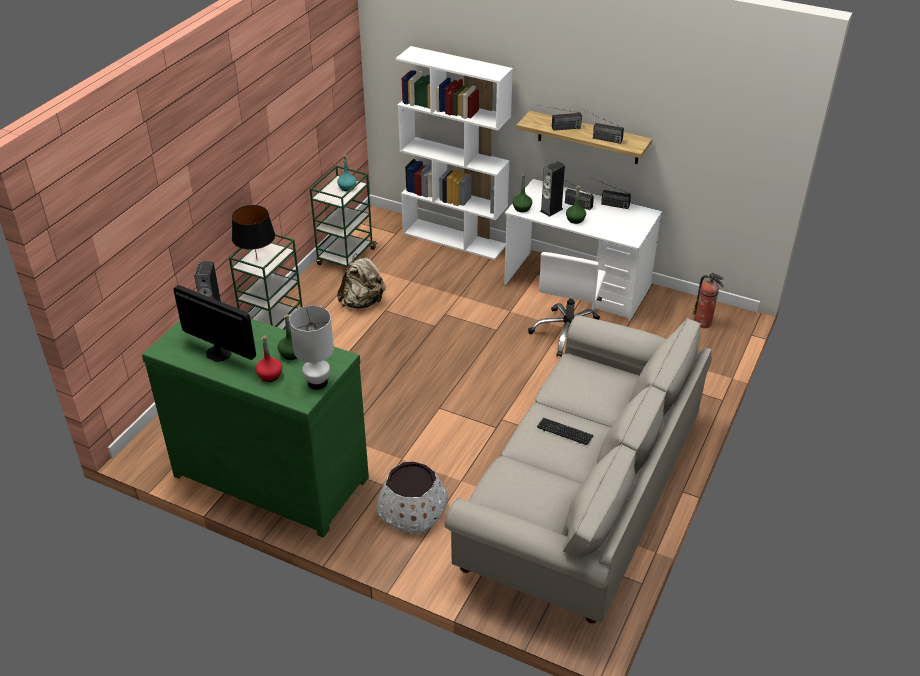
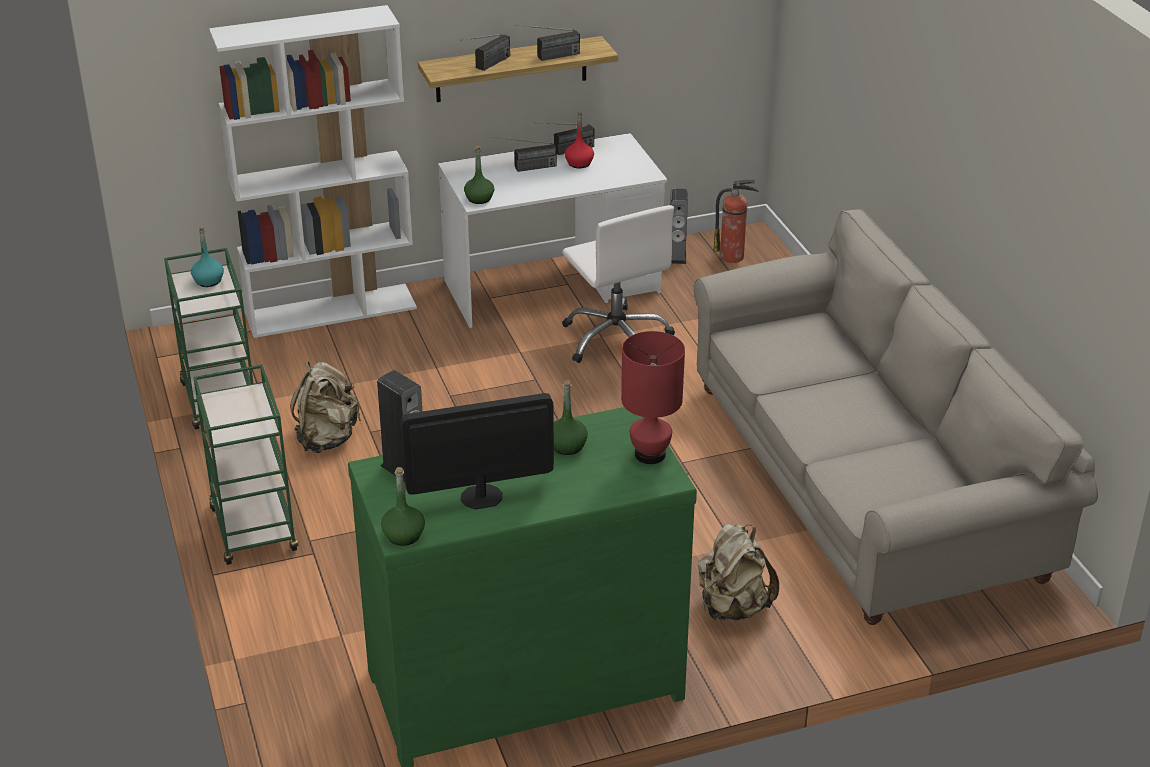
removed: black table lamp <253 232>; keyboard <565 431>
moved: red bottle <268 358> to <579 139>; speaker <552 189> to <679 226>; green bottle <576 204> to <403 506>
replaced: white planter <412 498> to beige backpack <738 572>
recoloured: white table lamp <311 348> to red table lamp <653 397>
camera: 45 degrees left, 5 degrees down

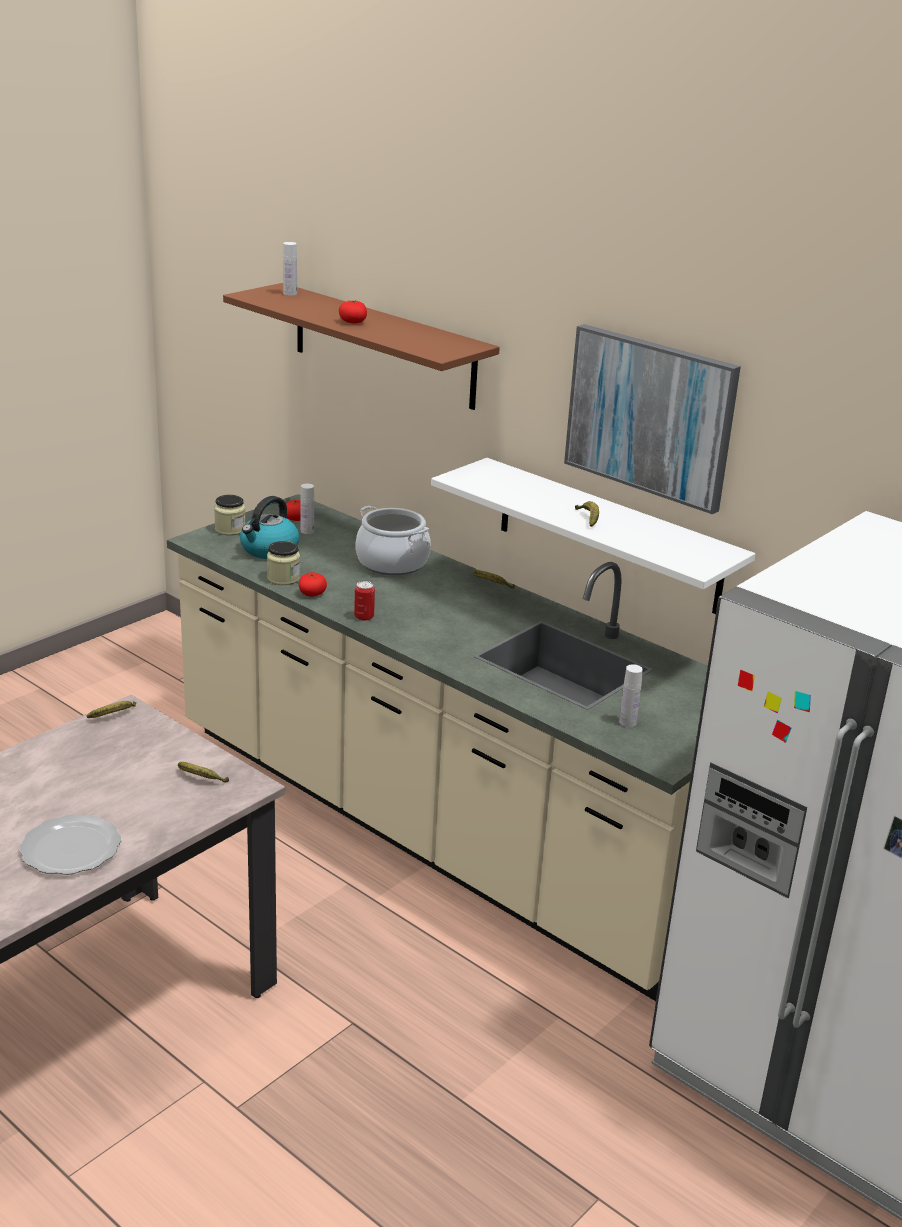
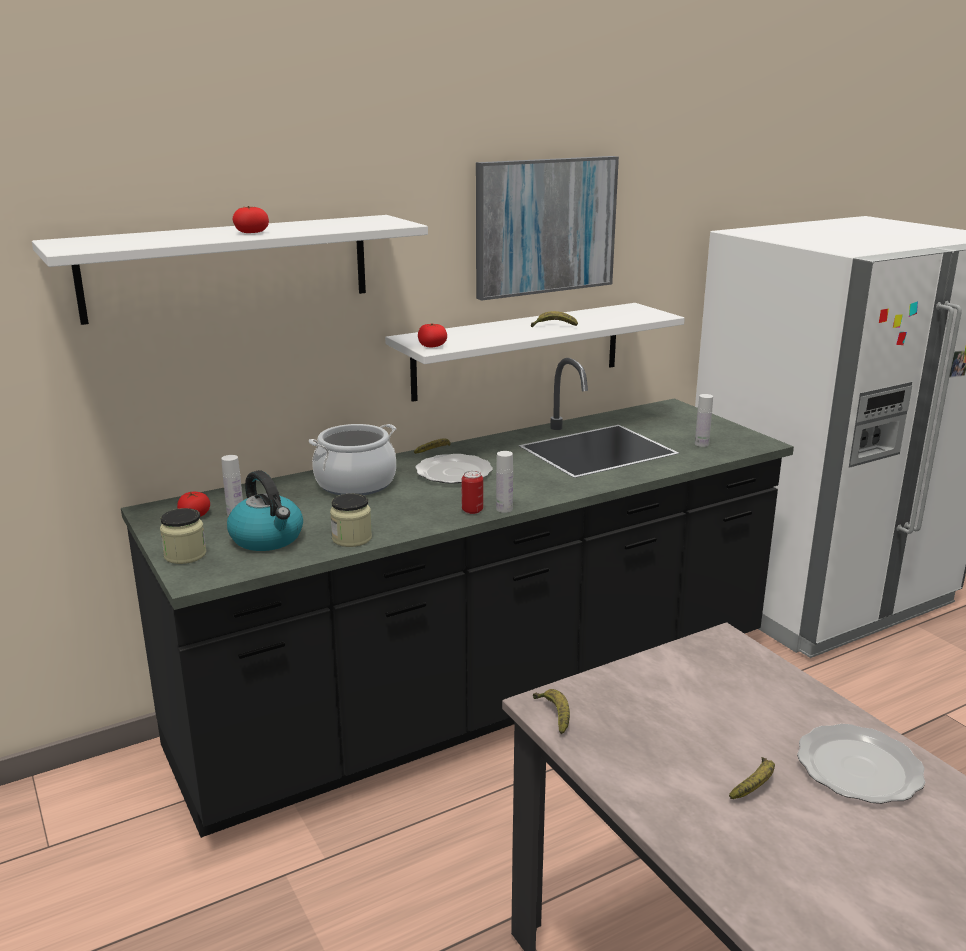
added: plate <454 469>
moved: banana <203 772> to <752 778>; white bottle <290 269> to <504 482>; tomato <313 584> to <432 335>
recoloured: beige counter <437 747> to black counter <457 598>; brown shelf <361 346> to white shelf <230 270>
camera: 70 degrees left, 5 degrees down

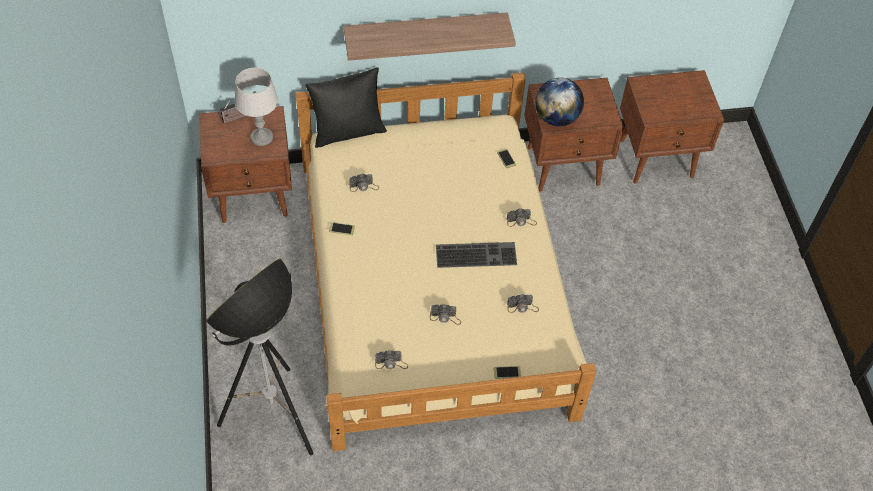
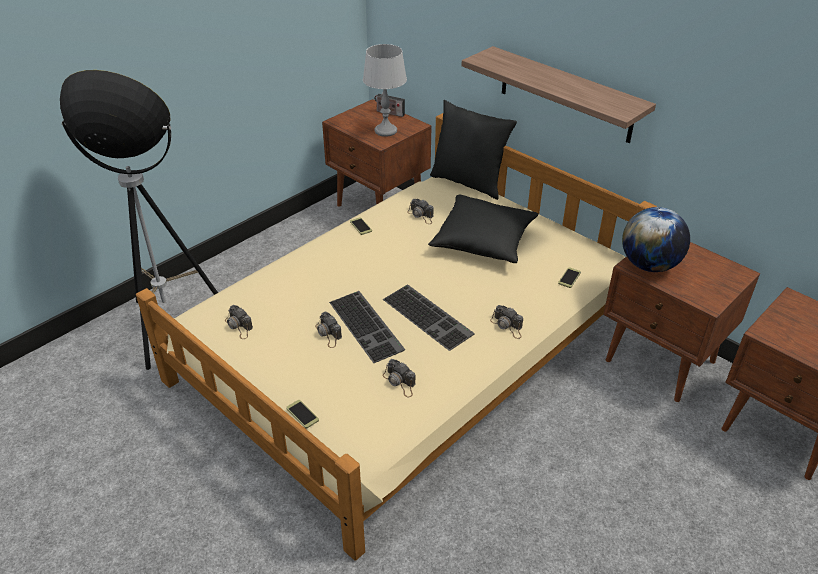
added: keyboard <367 327>; black pillow <483 229>
camera: 55 degrees right, 15 degrees down

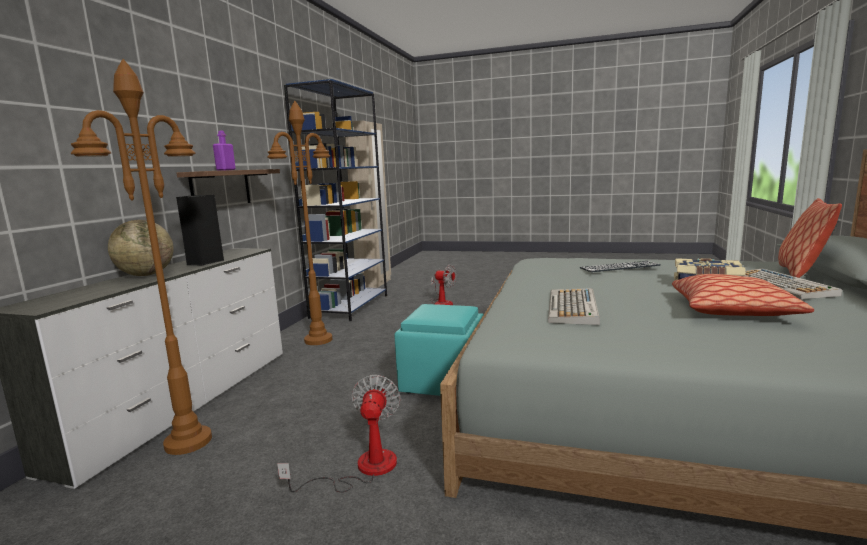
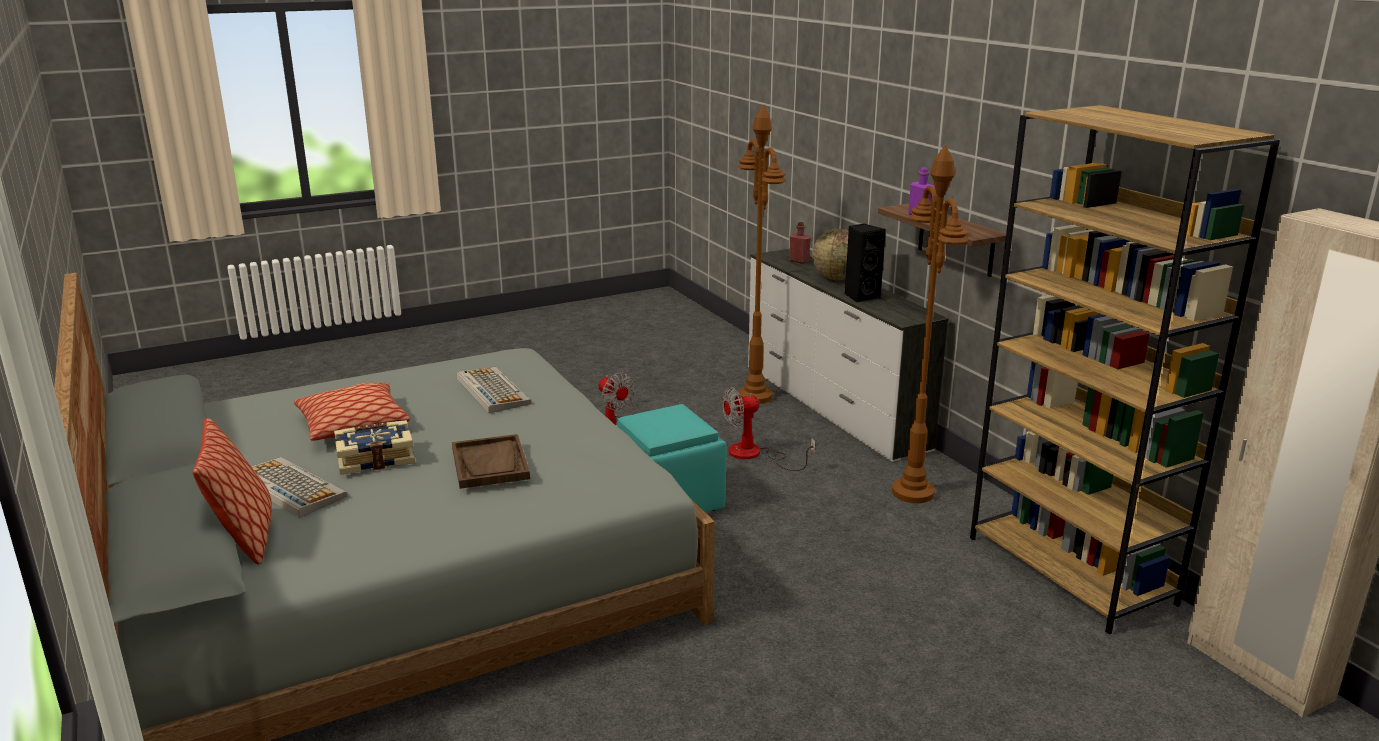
added: red bottle <800 243>
moved: fan <443 284> to <769 429>
replaced: keyboard <620 266> to brown tray <491 461>
recoloured: blue bookcase <335 200> to brown bookcase <1125 369>
camera: 135 degrees right, 10 degrees up

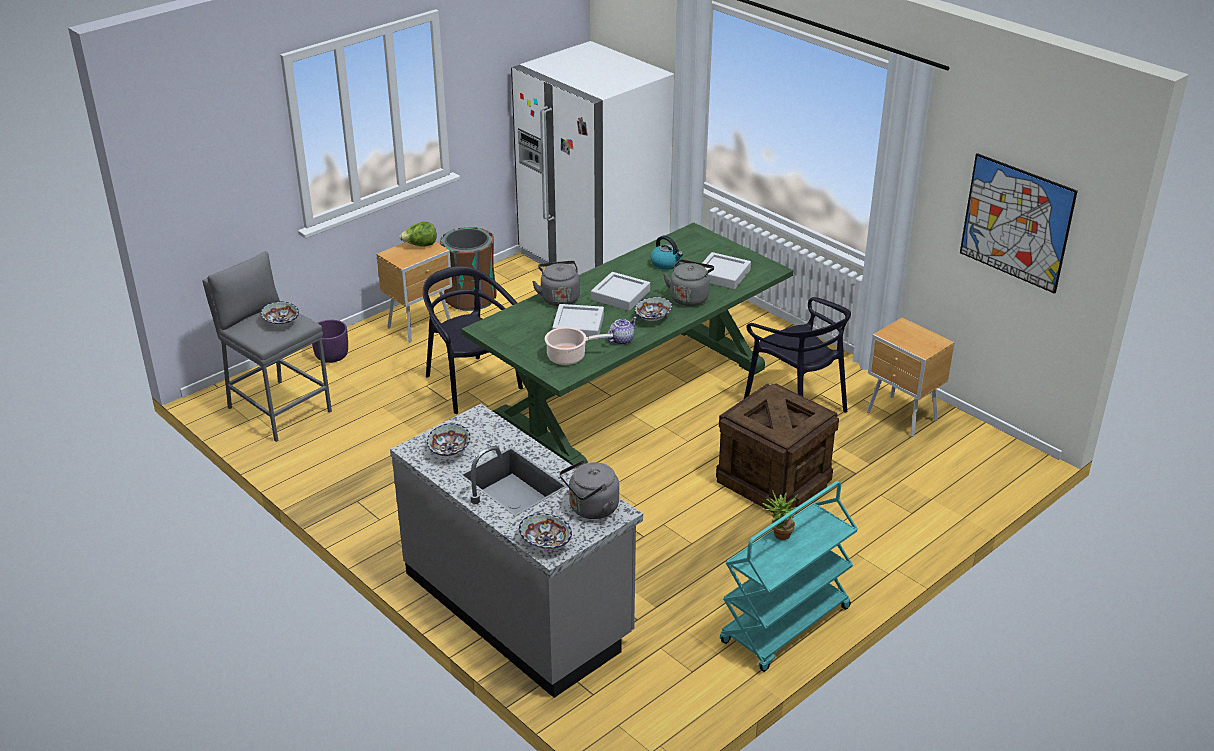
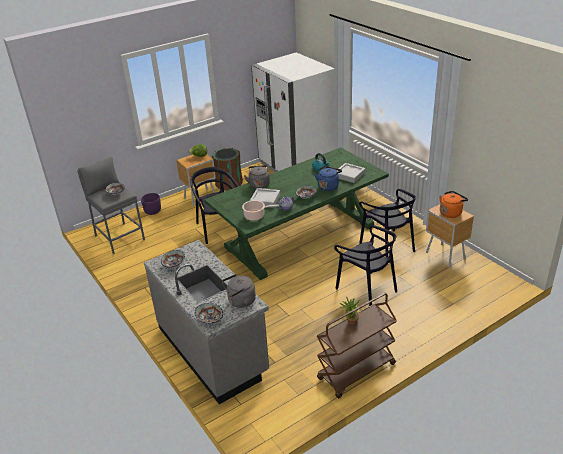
removed: grey tray <620 291>; picture <1019 223>
added: orange kettle <454 204>
replaced: crate <777 448> to black chair <365 265>
recoloured: grey kettle <688 282> to blue kettle <328 178>; turquoise cart <789 576> to brown cart <357 345>
camera: 10 degrees right, 0 degrees up

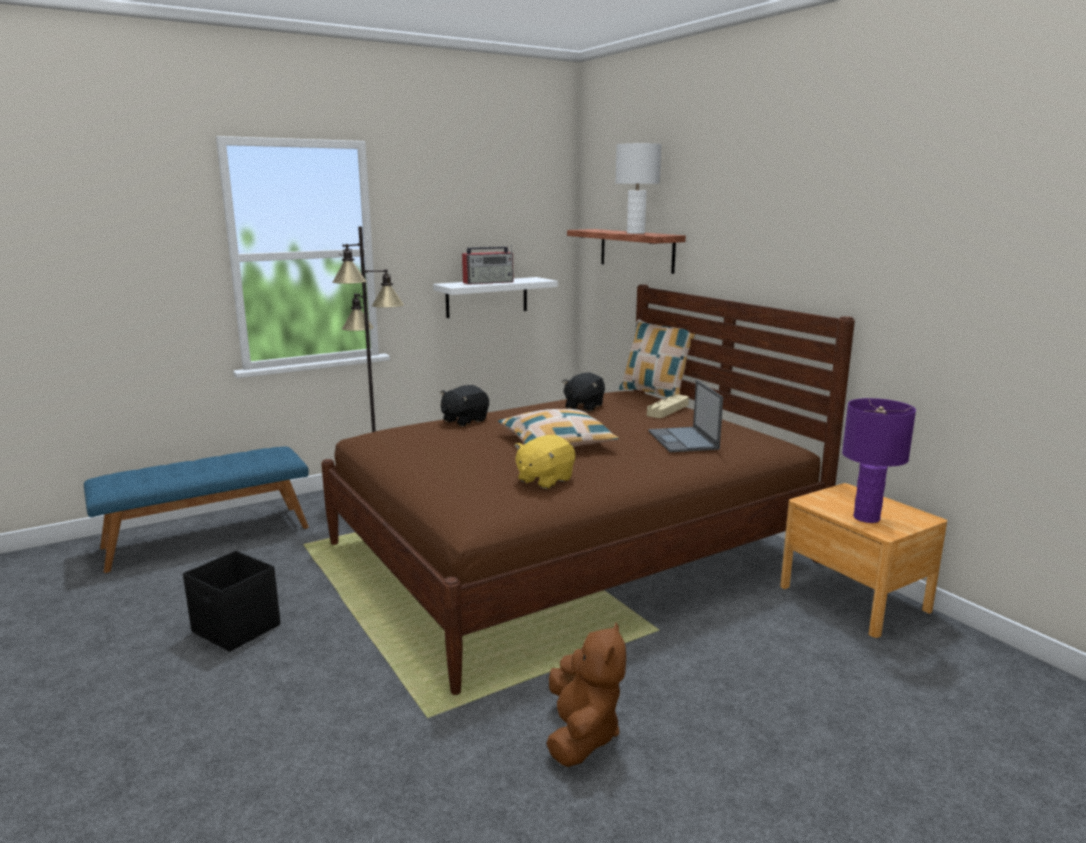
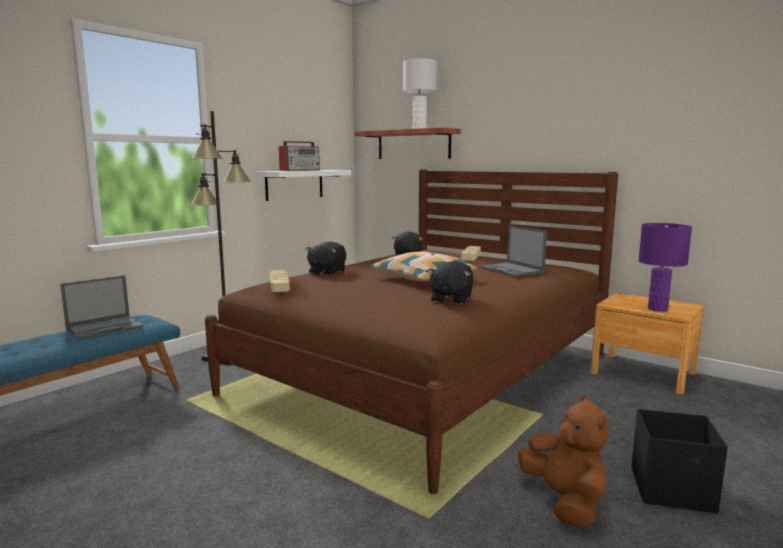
removed: pillow <657 358>
added: laptop <102 307>; beige tray <280 281>
moved: black storage box <232 601> to <680 461>
recoloured: yellow plush toy <544 462> to black plush toy <450 283>
camera: 20 degrees left, 5 degrees down

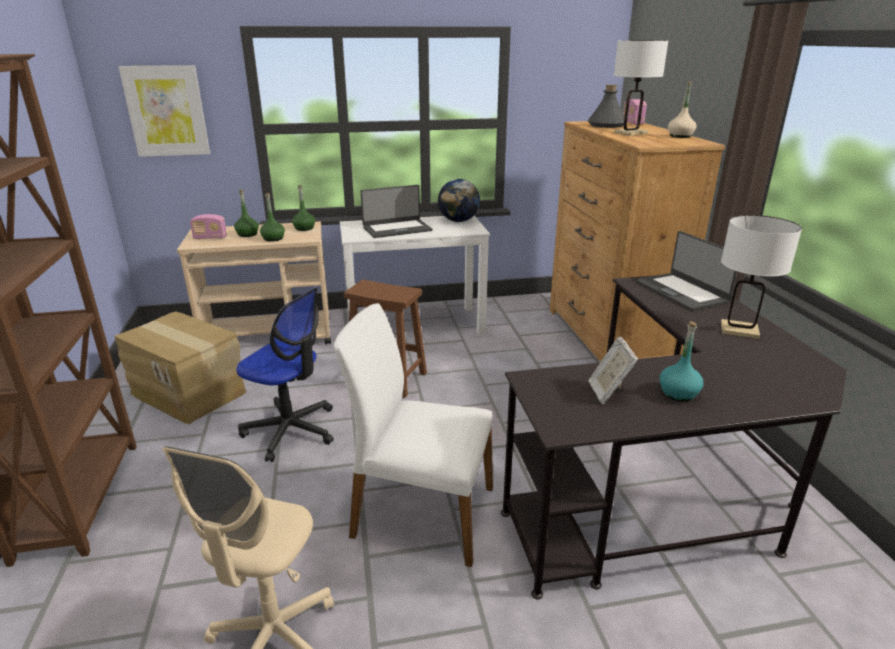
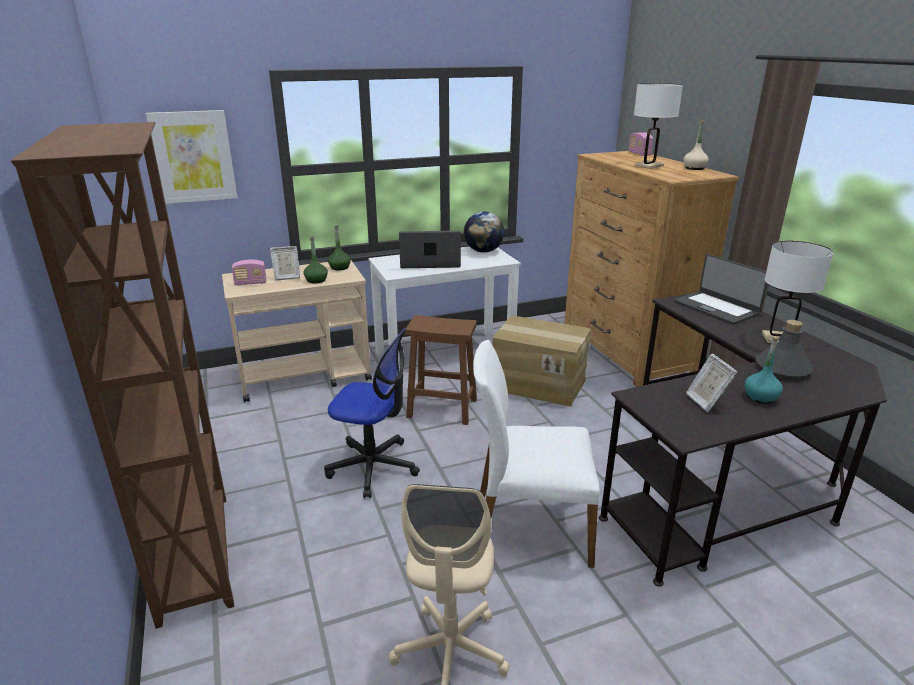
moved: cardboard box <180 368> to <542 361>; grey bottle <606 106> to <784 349>
replaced: green bottle <246 213> to picture frame <285 263>
turned: laptop <396 211> = <430 249> 150 degrees counterclockwise
camera: 10 degrees left, 0 degrees up

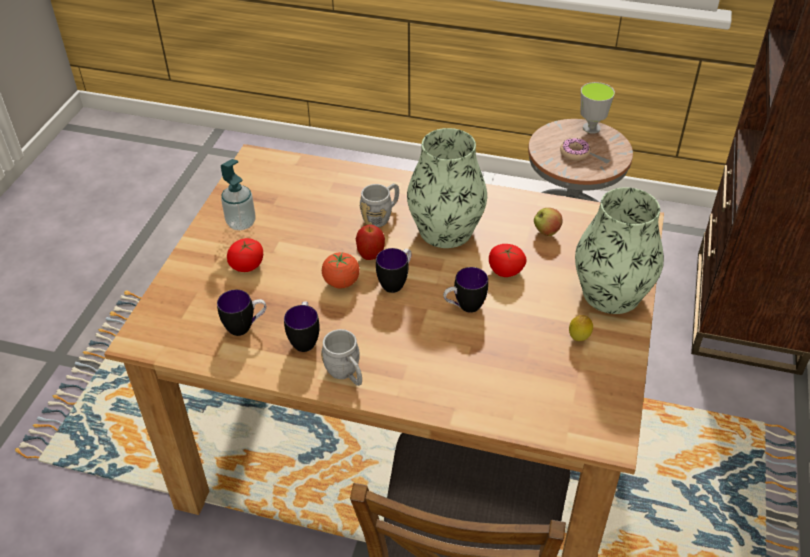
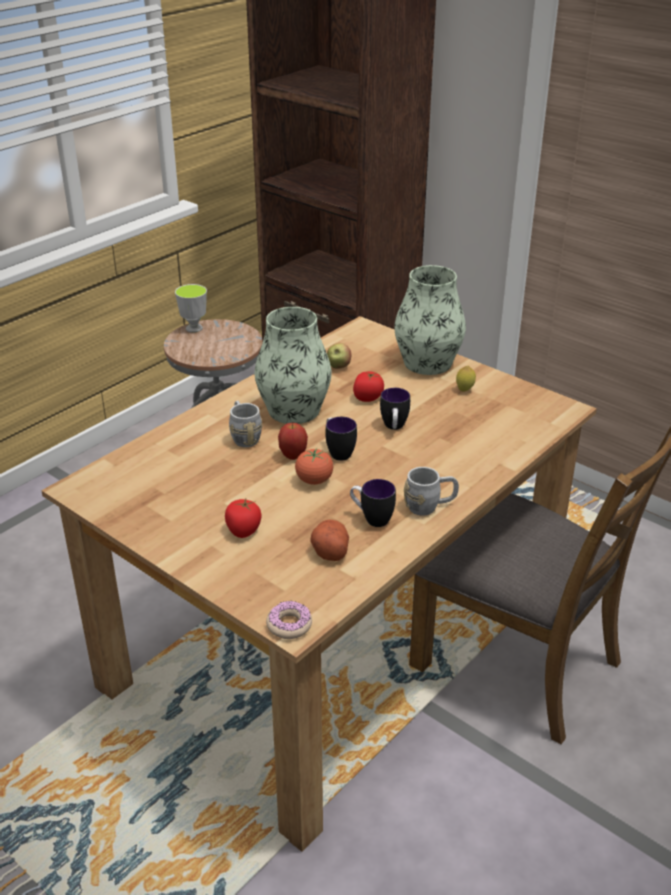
removed: soap dispenser <238 195>
moved: donut <575 149> to <289 620>
replaced: mug <241 313> to potato <329 540>
camera: 65 degrees left, 10 degrees down

